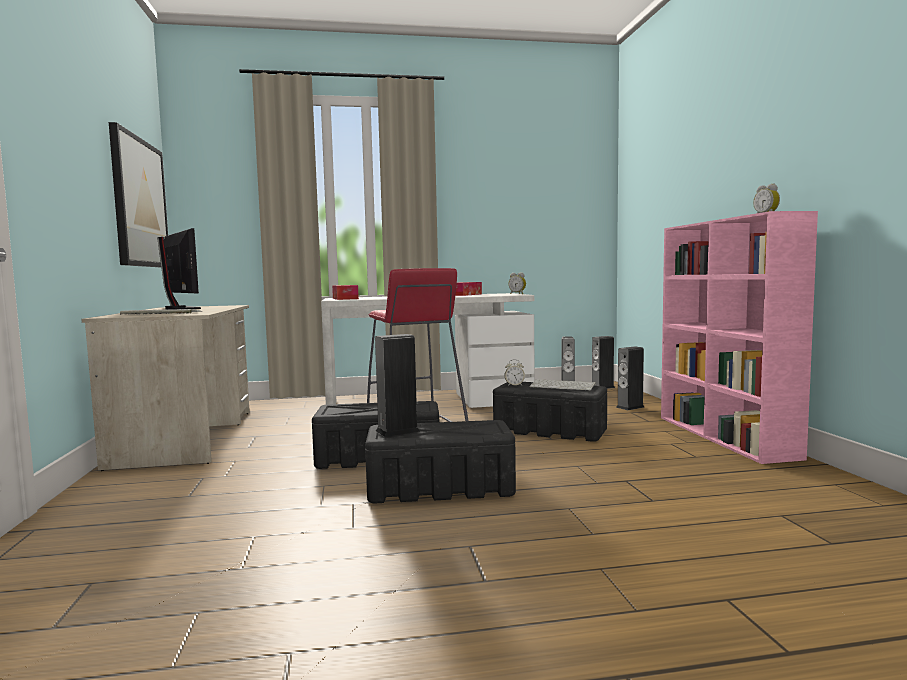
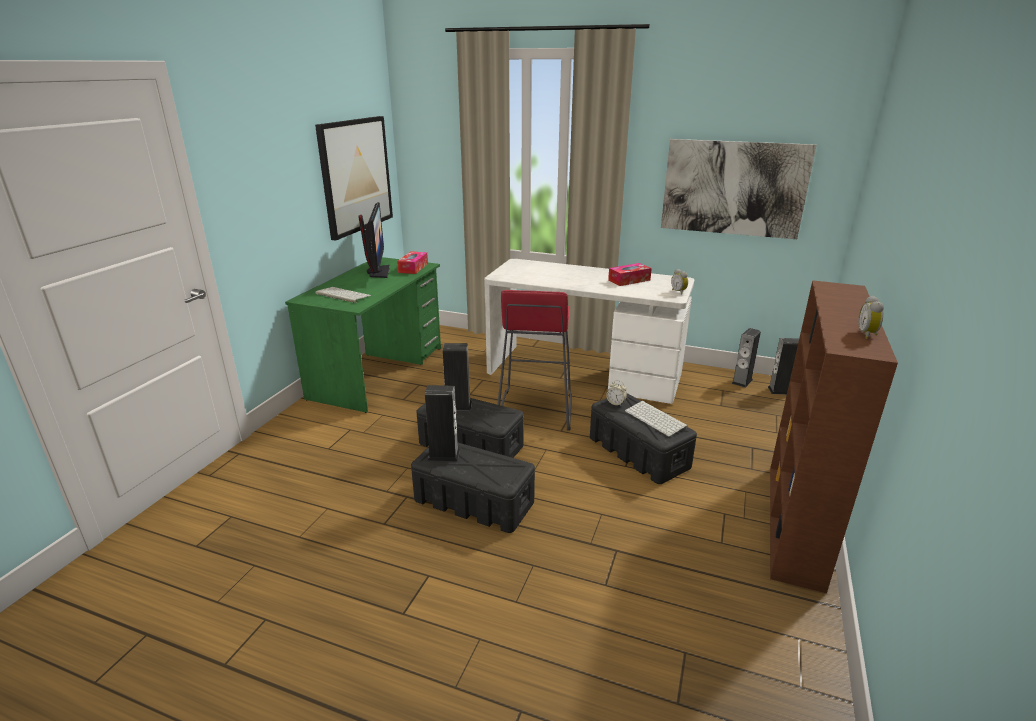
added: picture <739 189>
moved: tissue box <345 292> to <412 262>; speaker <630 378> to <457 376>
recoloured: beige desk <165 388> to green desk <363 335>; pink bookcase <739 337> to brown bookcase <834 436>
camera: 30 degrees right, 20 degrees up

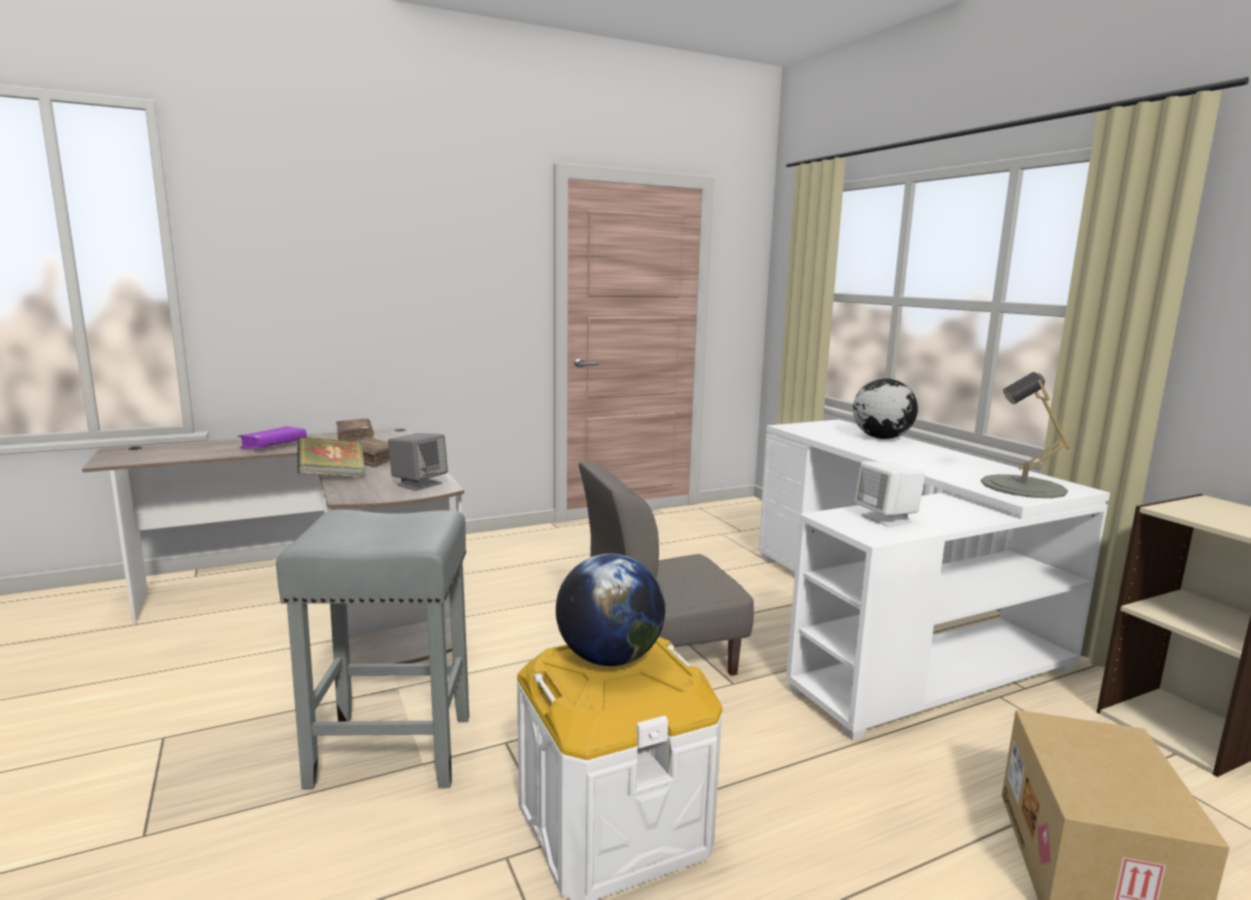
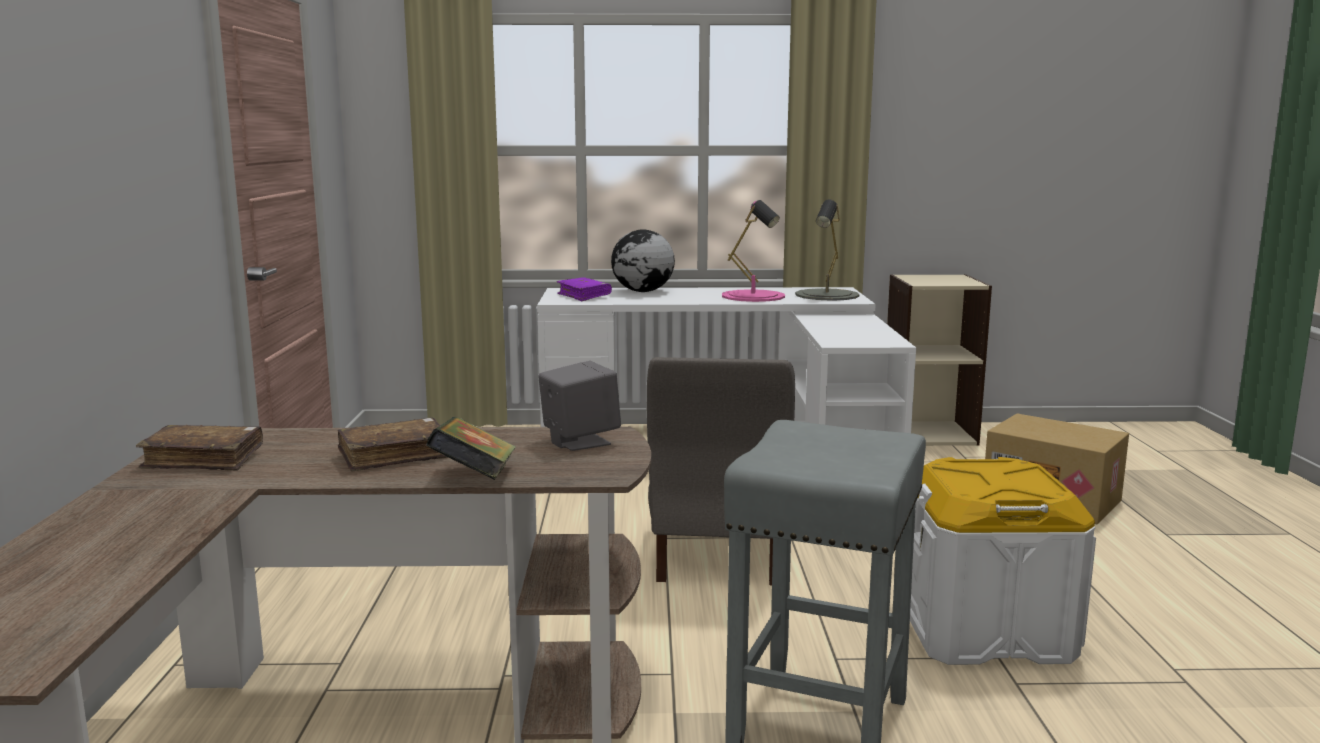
removed: globe <610 610>; white speaker <890 494>
added: pink table lamp <753 251>
moved: purple book <272 437> to <584 289>
camera: 65 degrees left, 0 degrees up

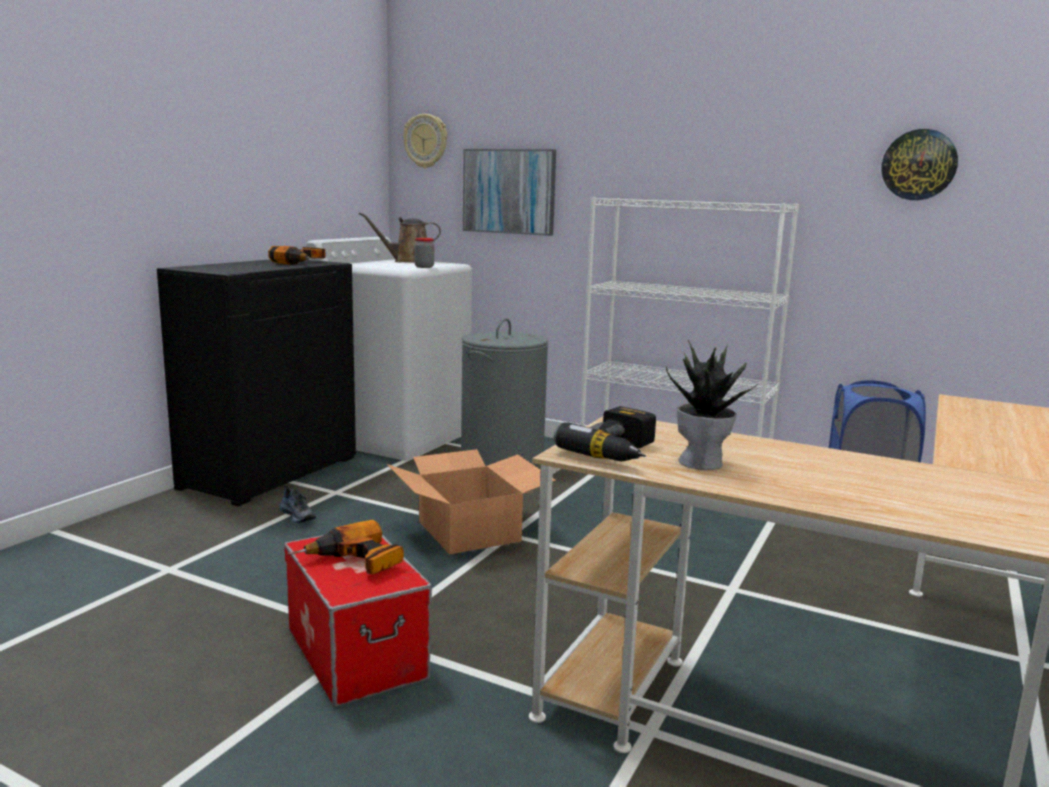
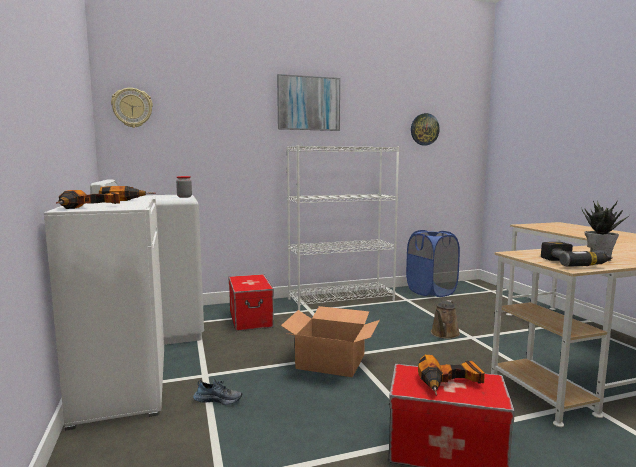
added: power drill <88 199>
moved: brown watering can <400 237> to <445 319>; picture <509 192> to <308 102>
replaced: grey laundry basket <505 392> to storage box <251 302>
recoloured: black cabinet <256 383> to white cabinet <104 314>
camera: 45 degrees left, 5 degrees down

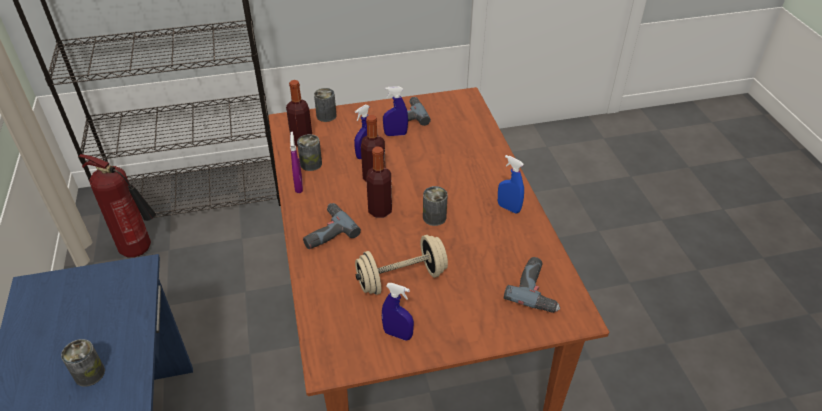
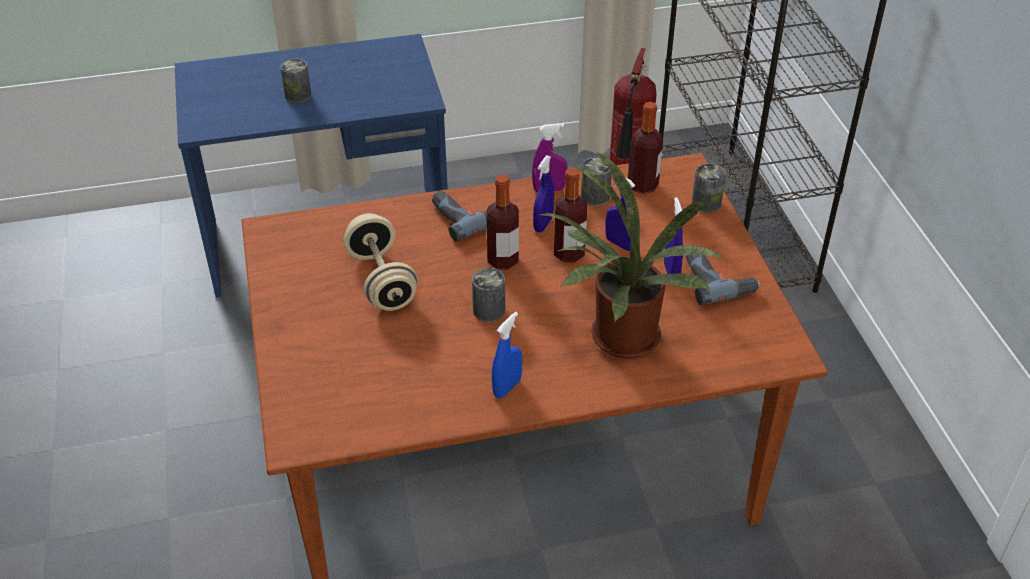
removed: power drill <532 285>
added: potted plant <629 255>
moved: blue spray bottle <398 312> to <543 193>
camera: 90 degrees right, 0 degrees up

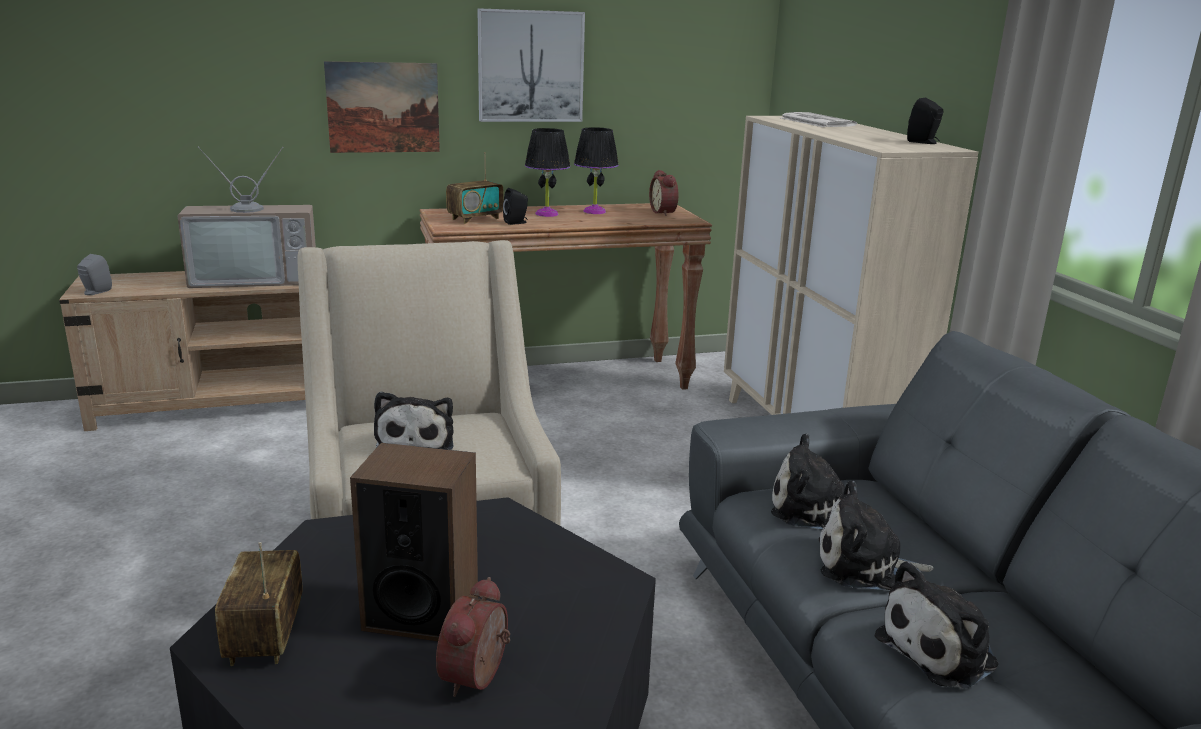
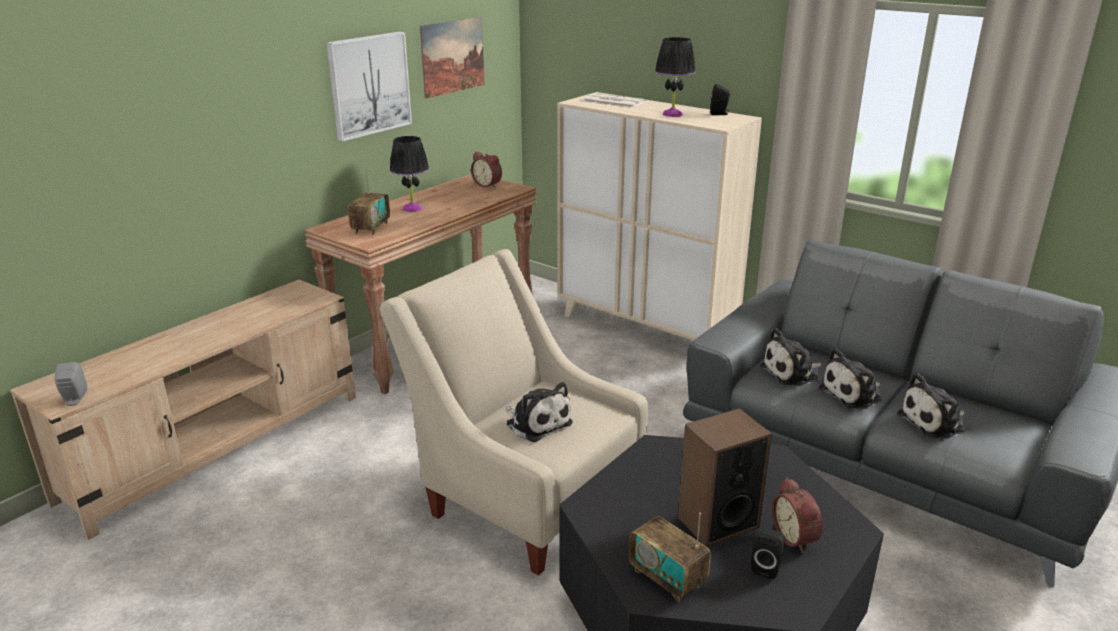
removed: television <246 217>
moved: picture <382 107> to <452 57>; black speaker <515 206> to <768 553>; black table lamp <596 170> to <675 77>
turned: plush toy <936 625> = <931 406> 45 degrees clockwise
camera: 35 degrees left, 5 degrees up

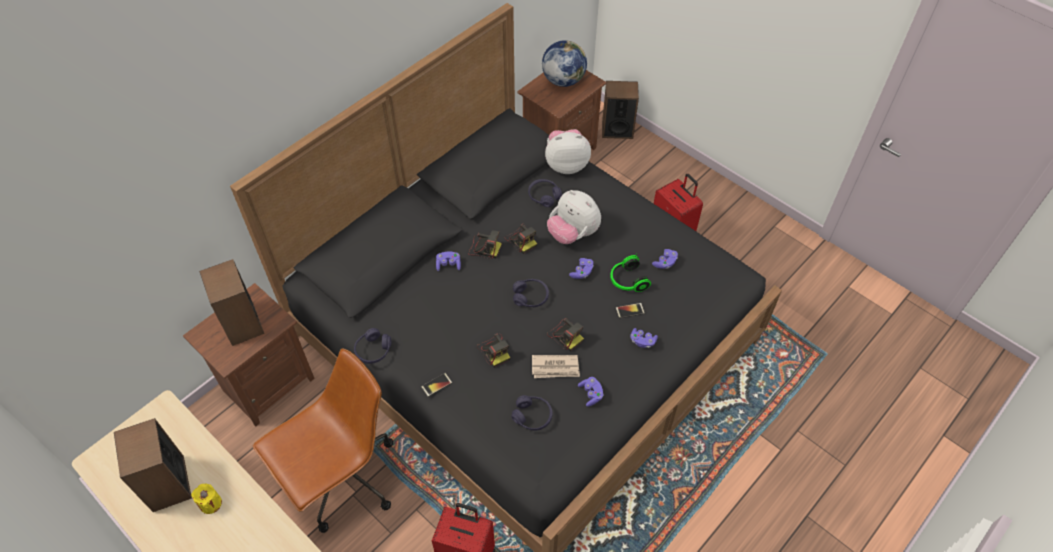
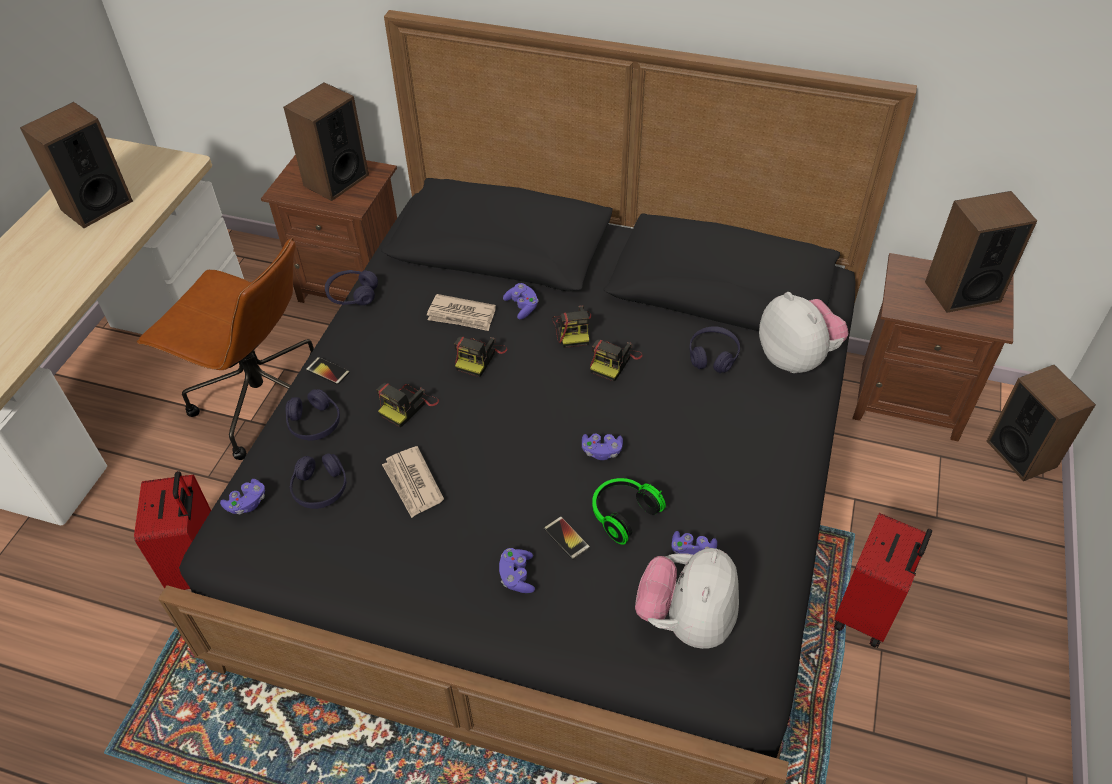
removed: yellow candle <206 498>
added: newspaper <461 312>
moved: purple headphones <531 293> to <313 414>; plush toy <574 217> to <687 598>; photo camera <565 334> to <480 357>; purple game controller <591 392> to <242 496>
replaced: globe <564 63> to speaker <981 252>
camera: 65 degrees right, 5 degrees down

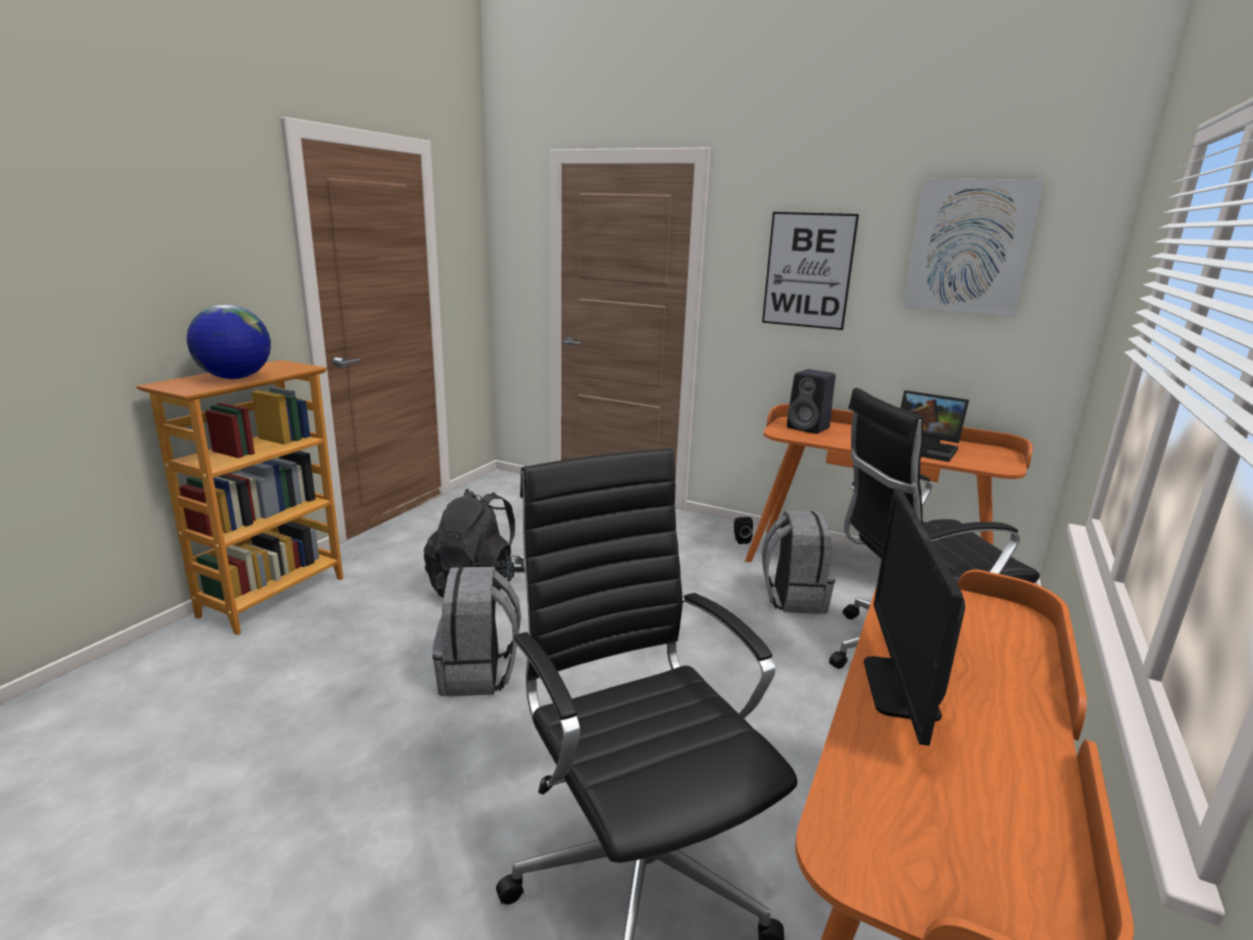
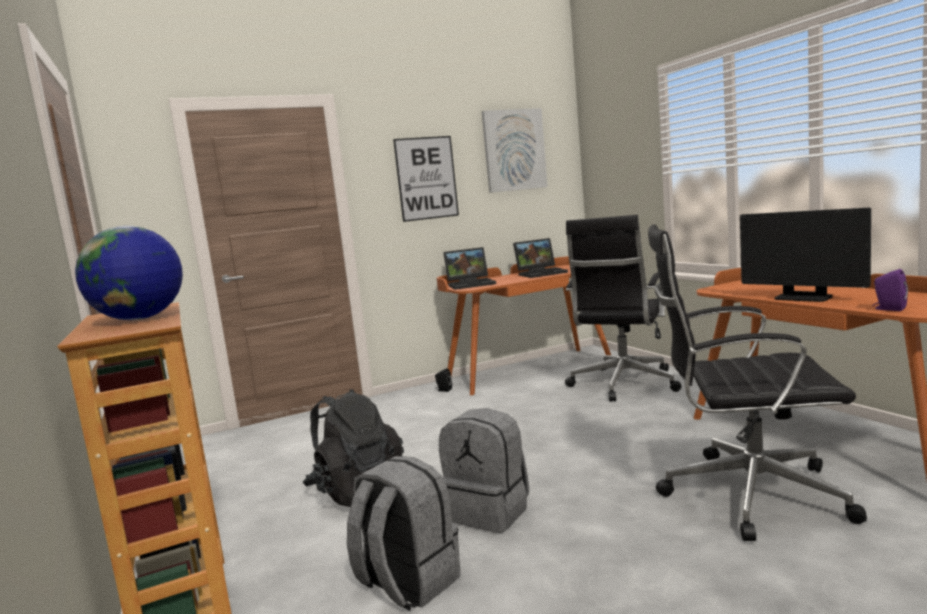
added: purple speaker <890 290>
moved: grey backpack <799 562> to <403 533>
replaced: black speaker <811 401> to laptop <470 268>
camera: 50 degrees left, 10 degrees down

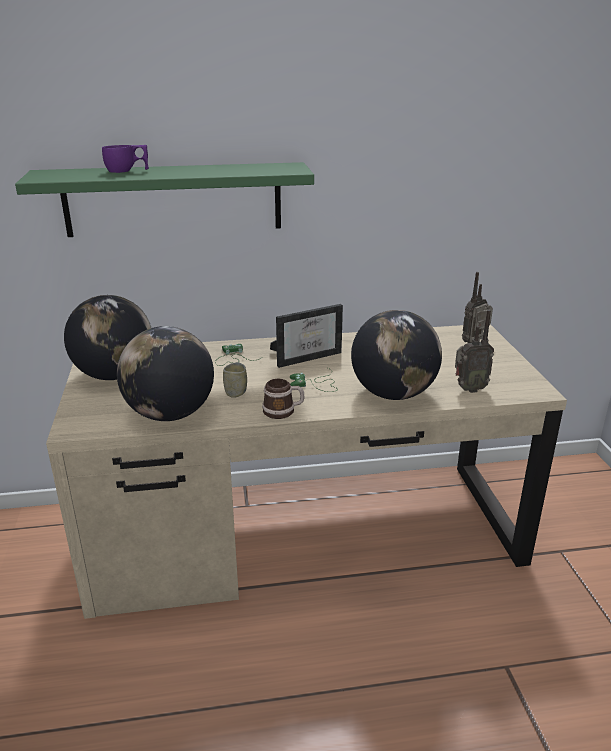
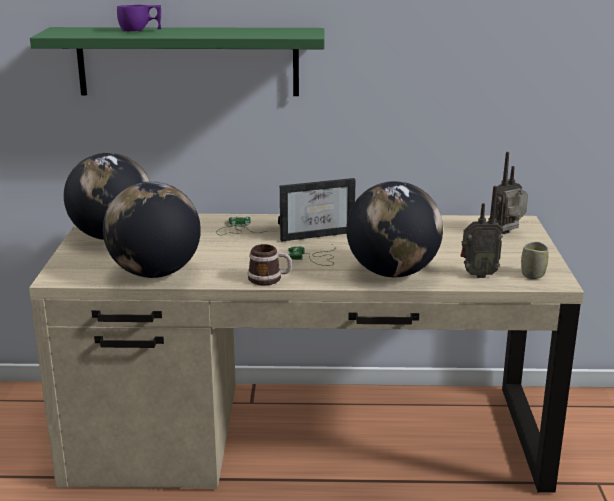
moved: cup <235 380> to <534 260>
camera: 10 degrees right, 5 degrees down

